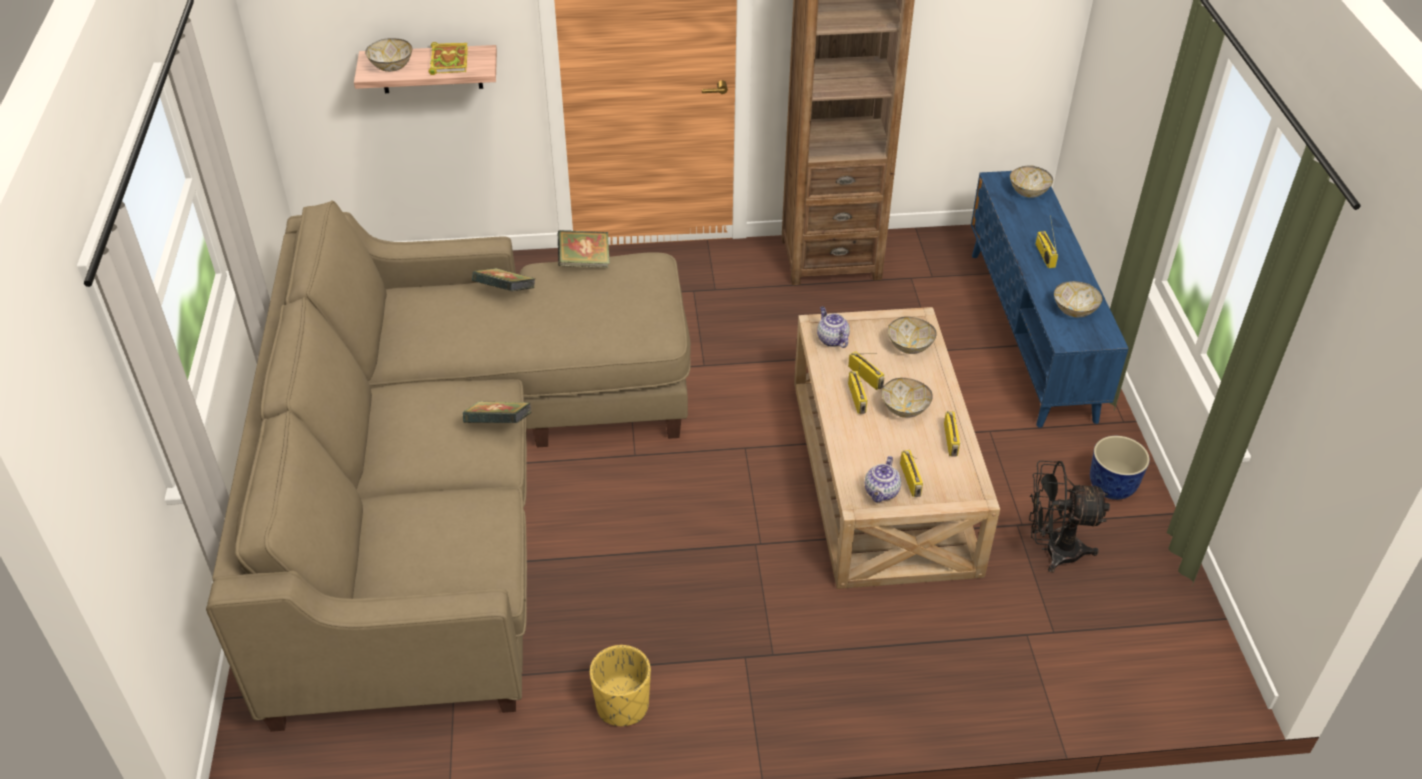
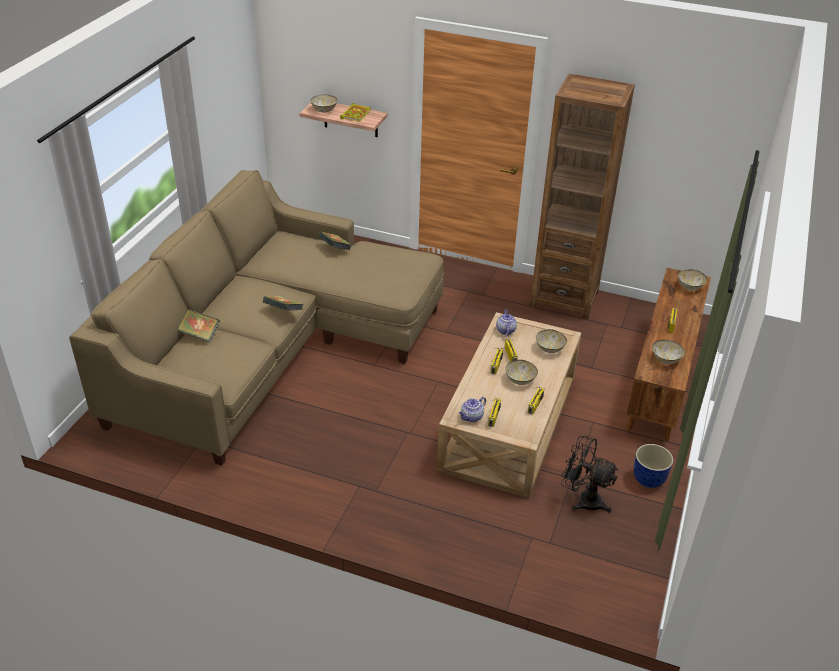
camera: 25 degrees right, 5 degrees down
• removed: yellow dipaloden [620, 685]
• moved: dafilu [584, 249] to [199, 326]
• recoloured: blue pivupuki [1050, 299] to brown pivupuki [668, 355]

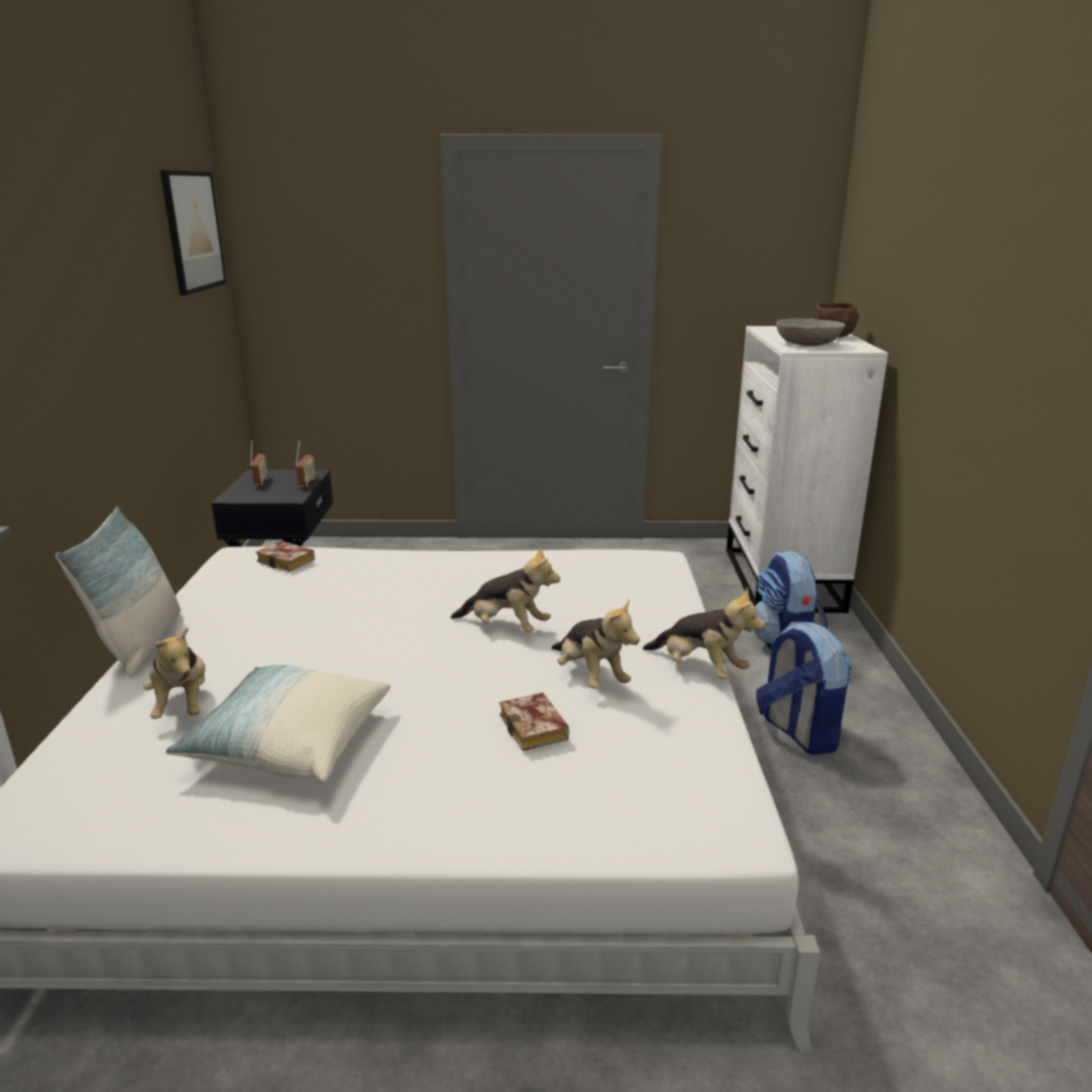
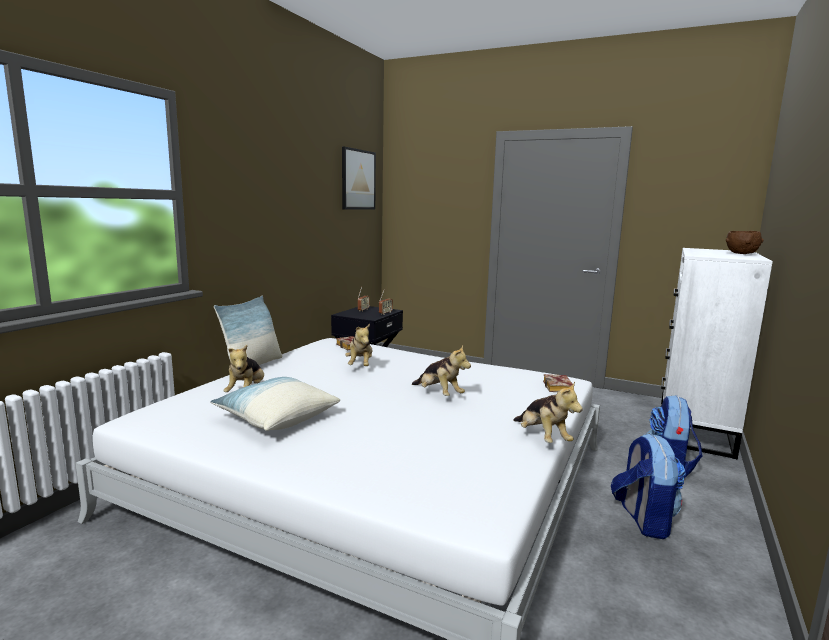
camera: 25 degrees right, 10 degrees down
• removed: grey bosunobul [810, 332]
• moved: dafilu [534, 722] to [558, 383]
• moved: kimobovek [596, 644] to [359, 345]

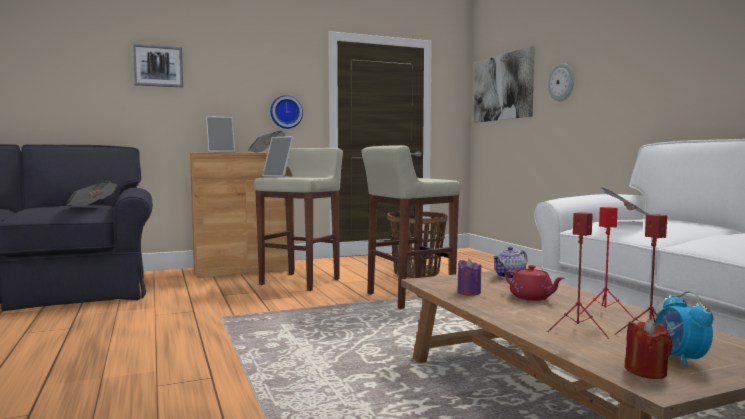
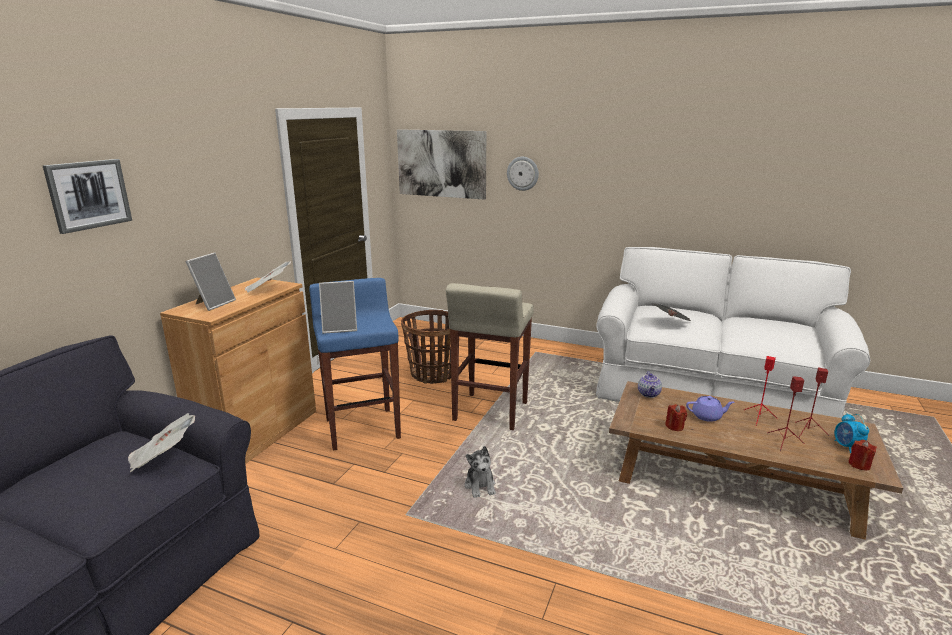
camera: 45 degrees left, 15 degrees up
• removed: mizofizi [286, 112]
• added: kimobovek [480, 472]
• recoloured: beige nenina [298, 219] to blue nenina [355, 364]
• recoloured: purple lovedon [469, 277] to red lovedon [676, 417]
• recoloured: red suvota [534, 283] to purple suvota [710, 409]
• turned: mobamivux [683, 329] = [852, 433] 45 degrees clockwise

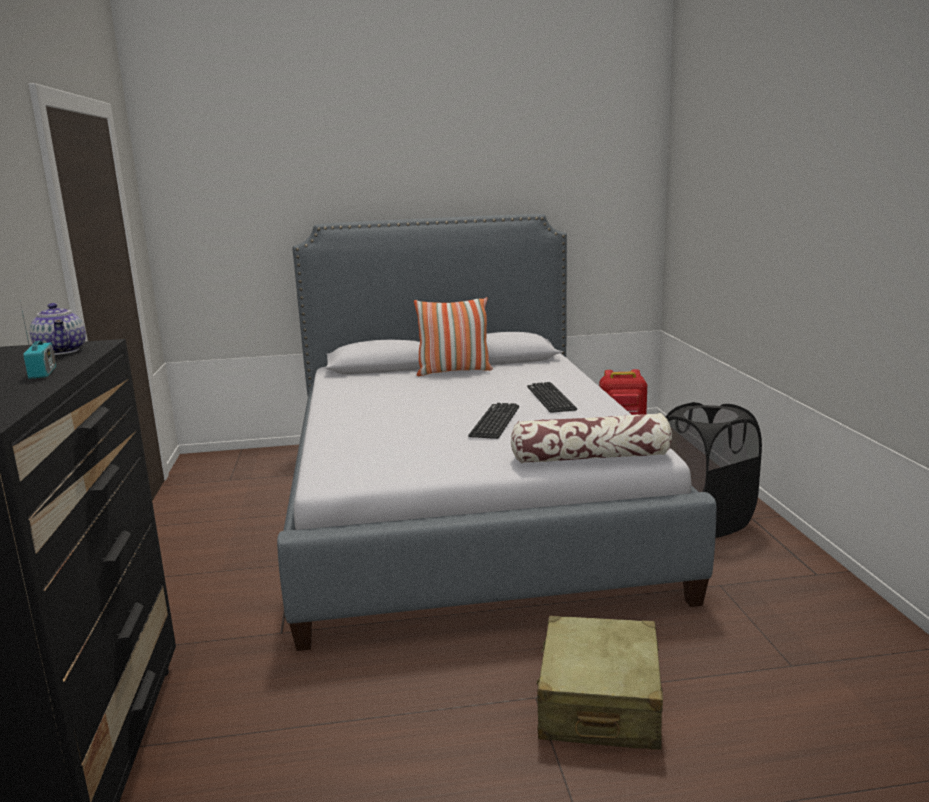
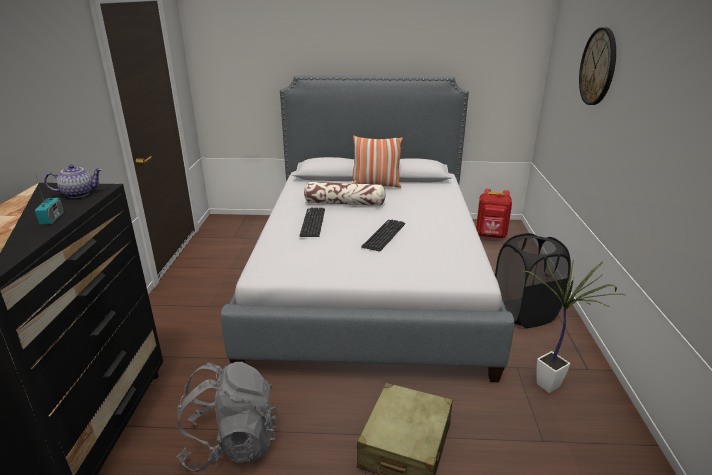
camera: 10 degrees right, 10 degrees up
• added: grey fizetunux [227, 417]
• added: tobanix [574, 326]
• added: mizofizi [597, 66]
• moved: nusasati [591, 438] to [345, 194]
• moved: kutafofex [552, 397] to [312, 222]
• turned: suvota [58, 329] = [73, 181] 90 degrees counterclockwise

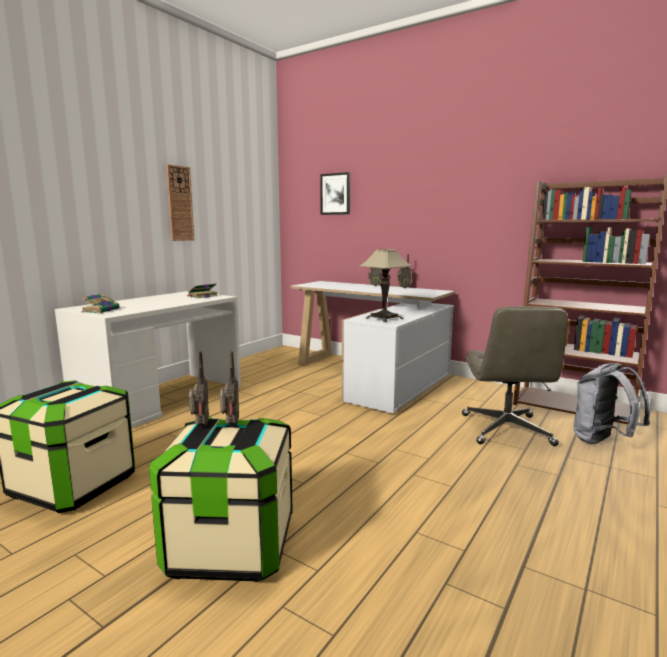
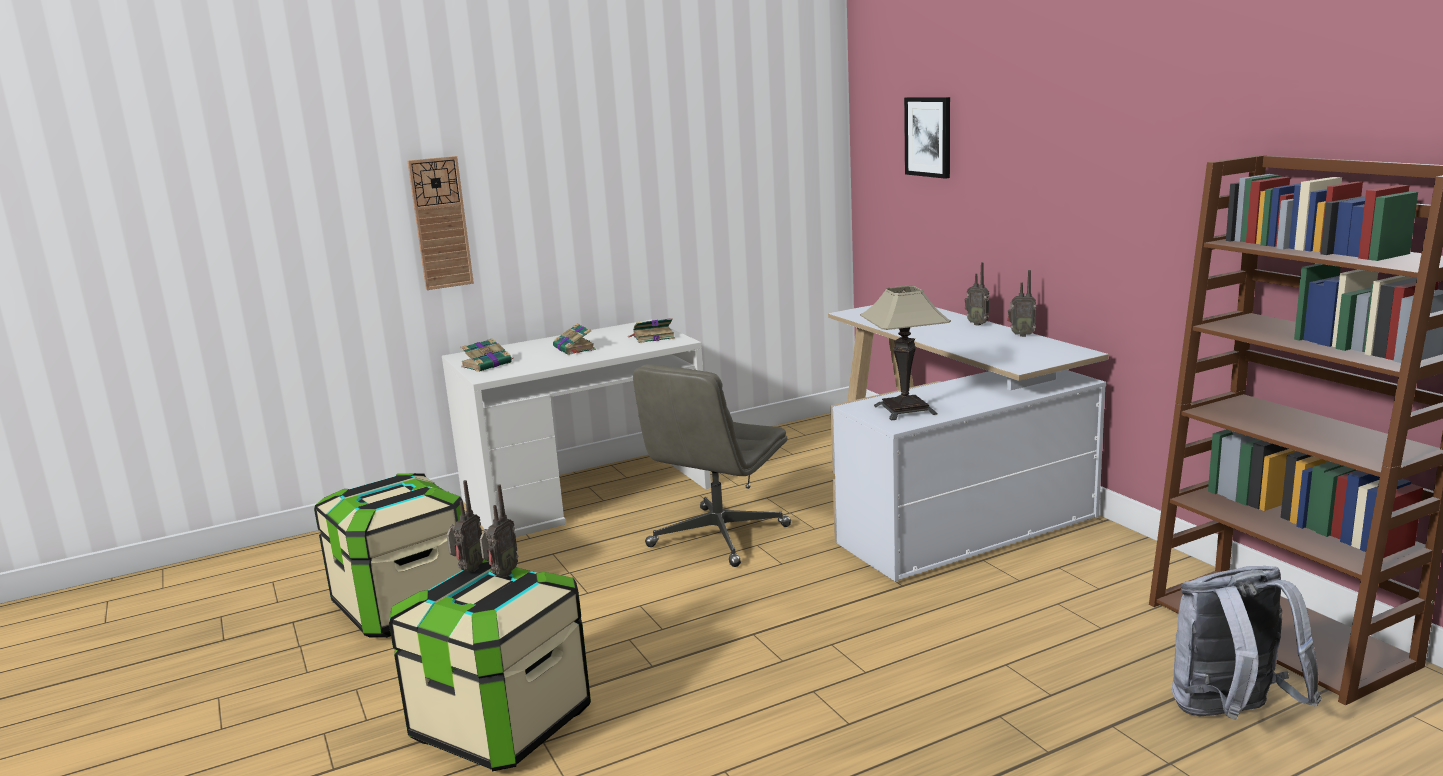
camera: 30 degrees right, 5 degrees up
• added: dafilu [574, 339]
• moved: mizofizi [180, 202] to [441, 223]
• moved: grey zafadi [515, 376] to [712, 465]

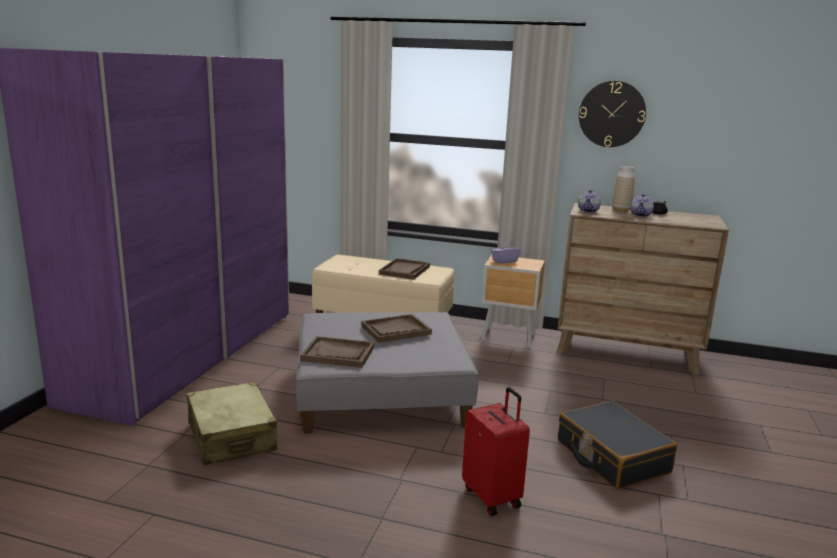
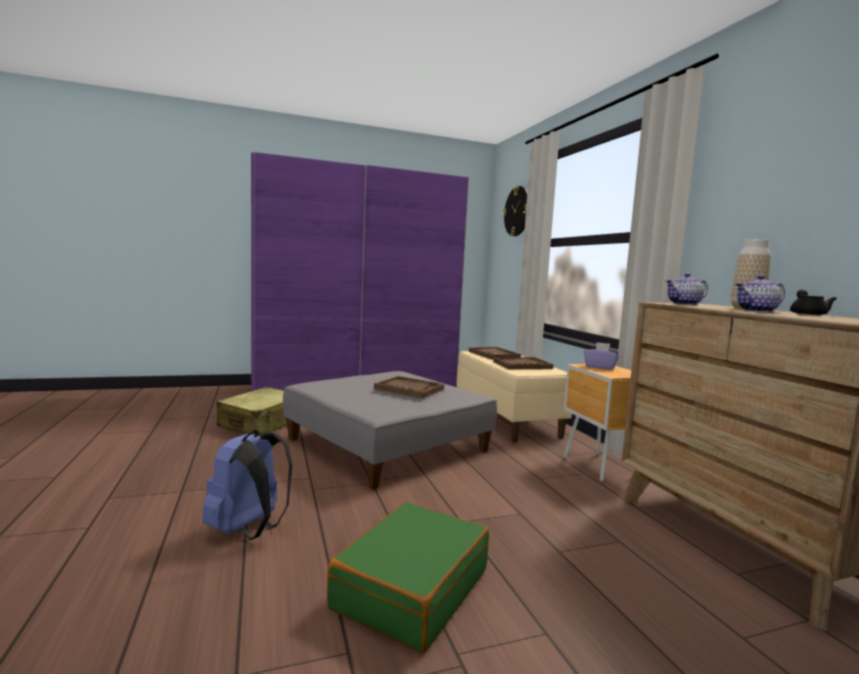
camera: 55 degrees right, 10 degrees down
• moved: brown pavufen [337, 352] to [495, 353]
• moved: mizofizi [612, 114] to [515, 211]
• replaced: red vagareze [496, 451] to blue fizetunux [247, 485]
• recoloured: black vagareze [617, 445] to green vagareze [408, 577]

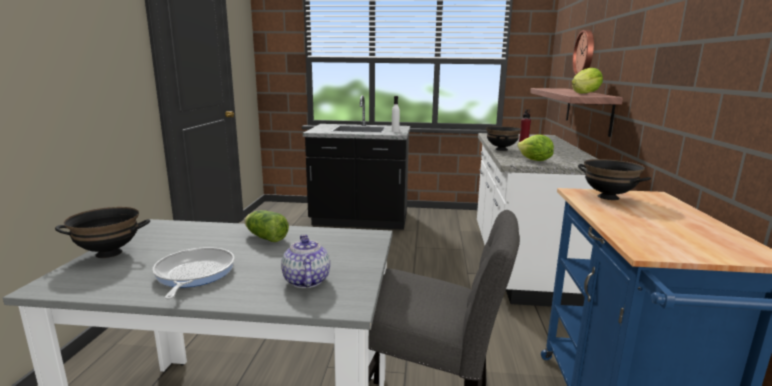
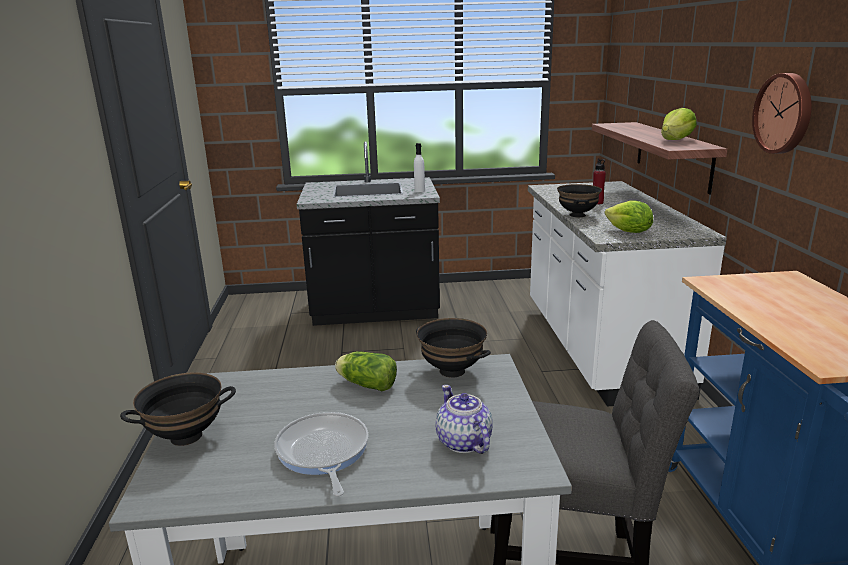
camera: 10 degrees left, 5 degrees up
• moved: mizofizi [583, 52] to [782, 113]
• moved: black bosunobul [614, 179] to [453, 348]

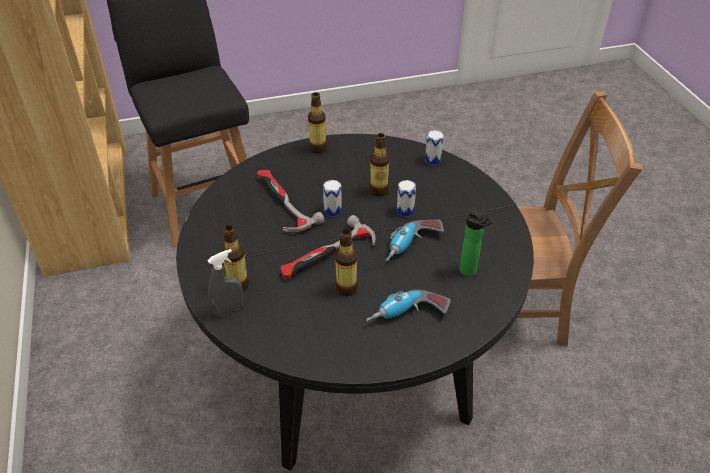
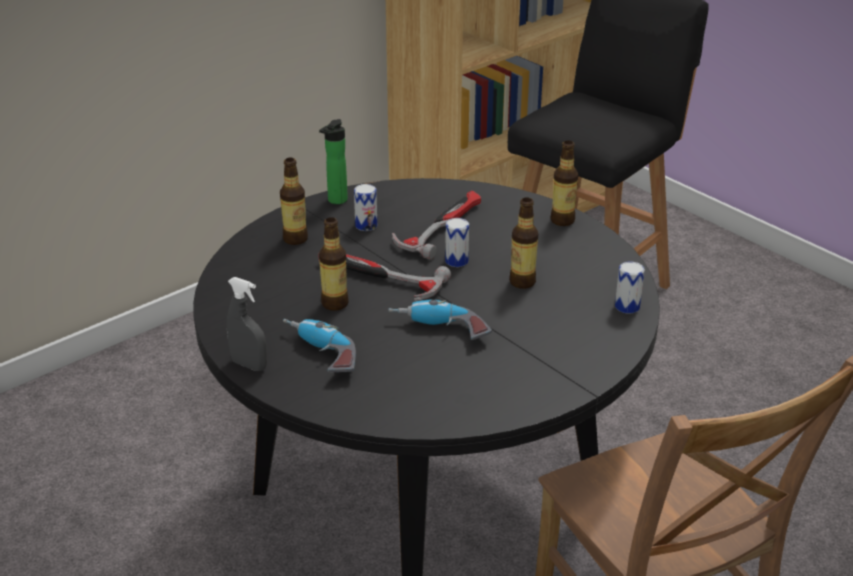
camera: 65 degrees right, 10 degrees down
• moved: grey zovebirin [225, 283] to [247, 324]
• moved: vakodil [406, 198] to [365, 207]
• moved: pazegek [476, 242] to [333, 161]

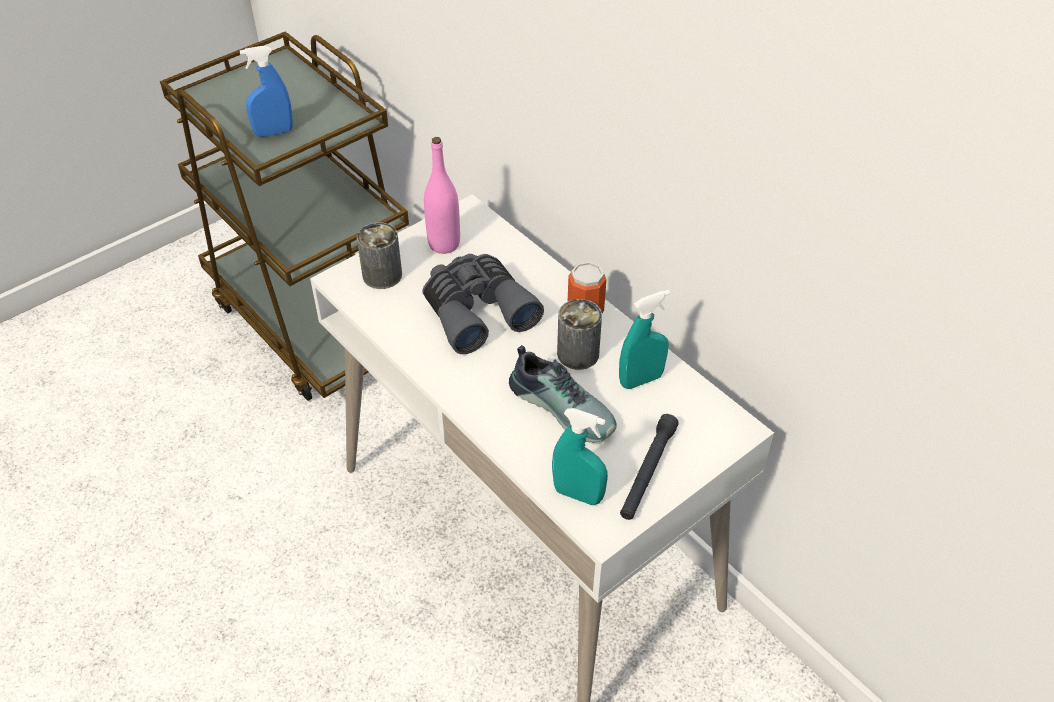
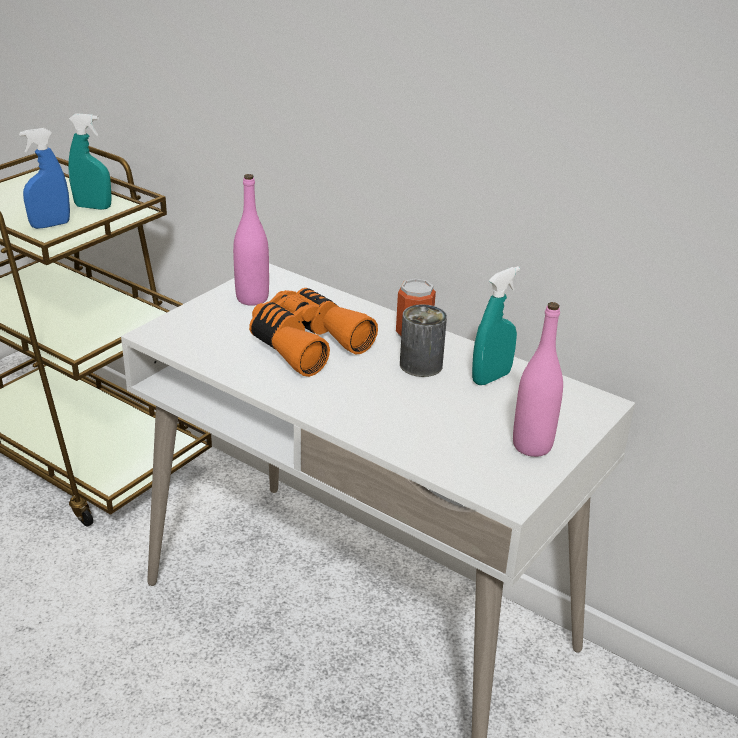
camera: 15 degrees left, 15 degrees down
• removed: vakodil [379, 255]
• removed: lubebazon [563, 394]
• moved: turquoise zovebirin [580, 456] to [89, 161]
• replaced: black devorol [649, 467] to pink pazegek [538, 379]
• recoloured: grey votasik [483, 304] to orange votasik [313, 332]

